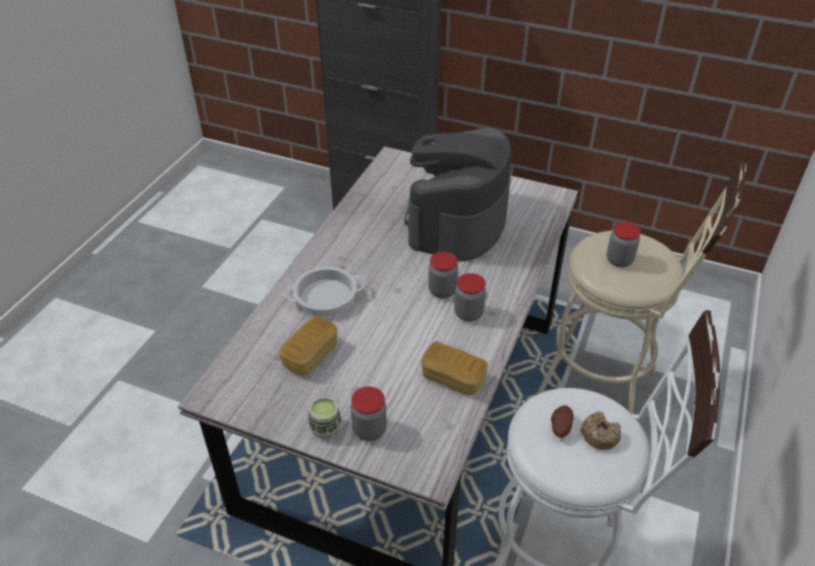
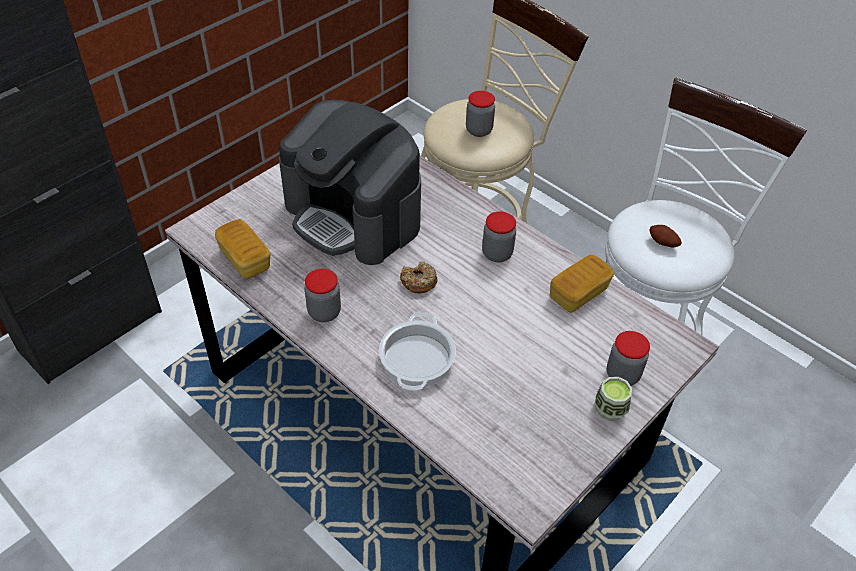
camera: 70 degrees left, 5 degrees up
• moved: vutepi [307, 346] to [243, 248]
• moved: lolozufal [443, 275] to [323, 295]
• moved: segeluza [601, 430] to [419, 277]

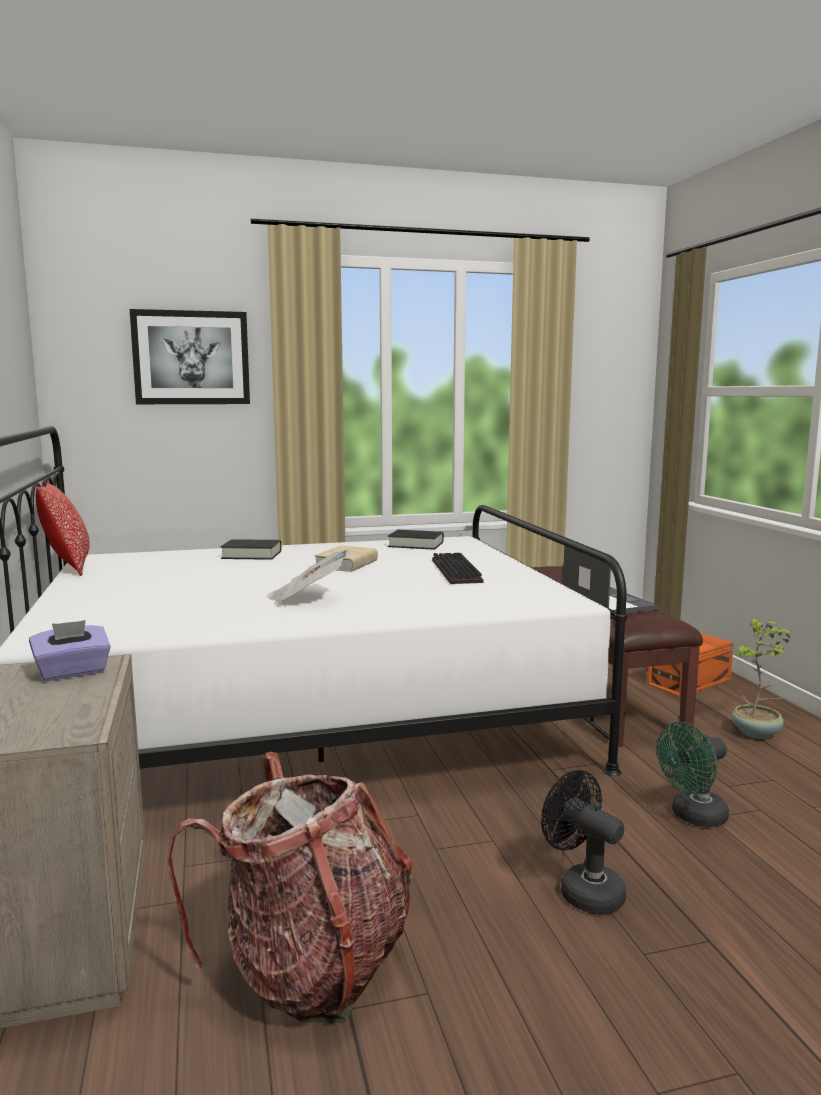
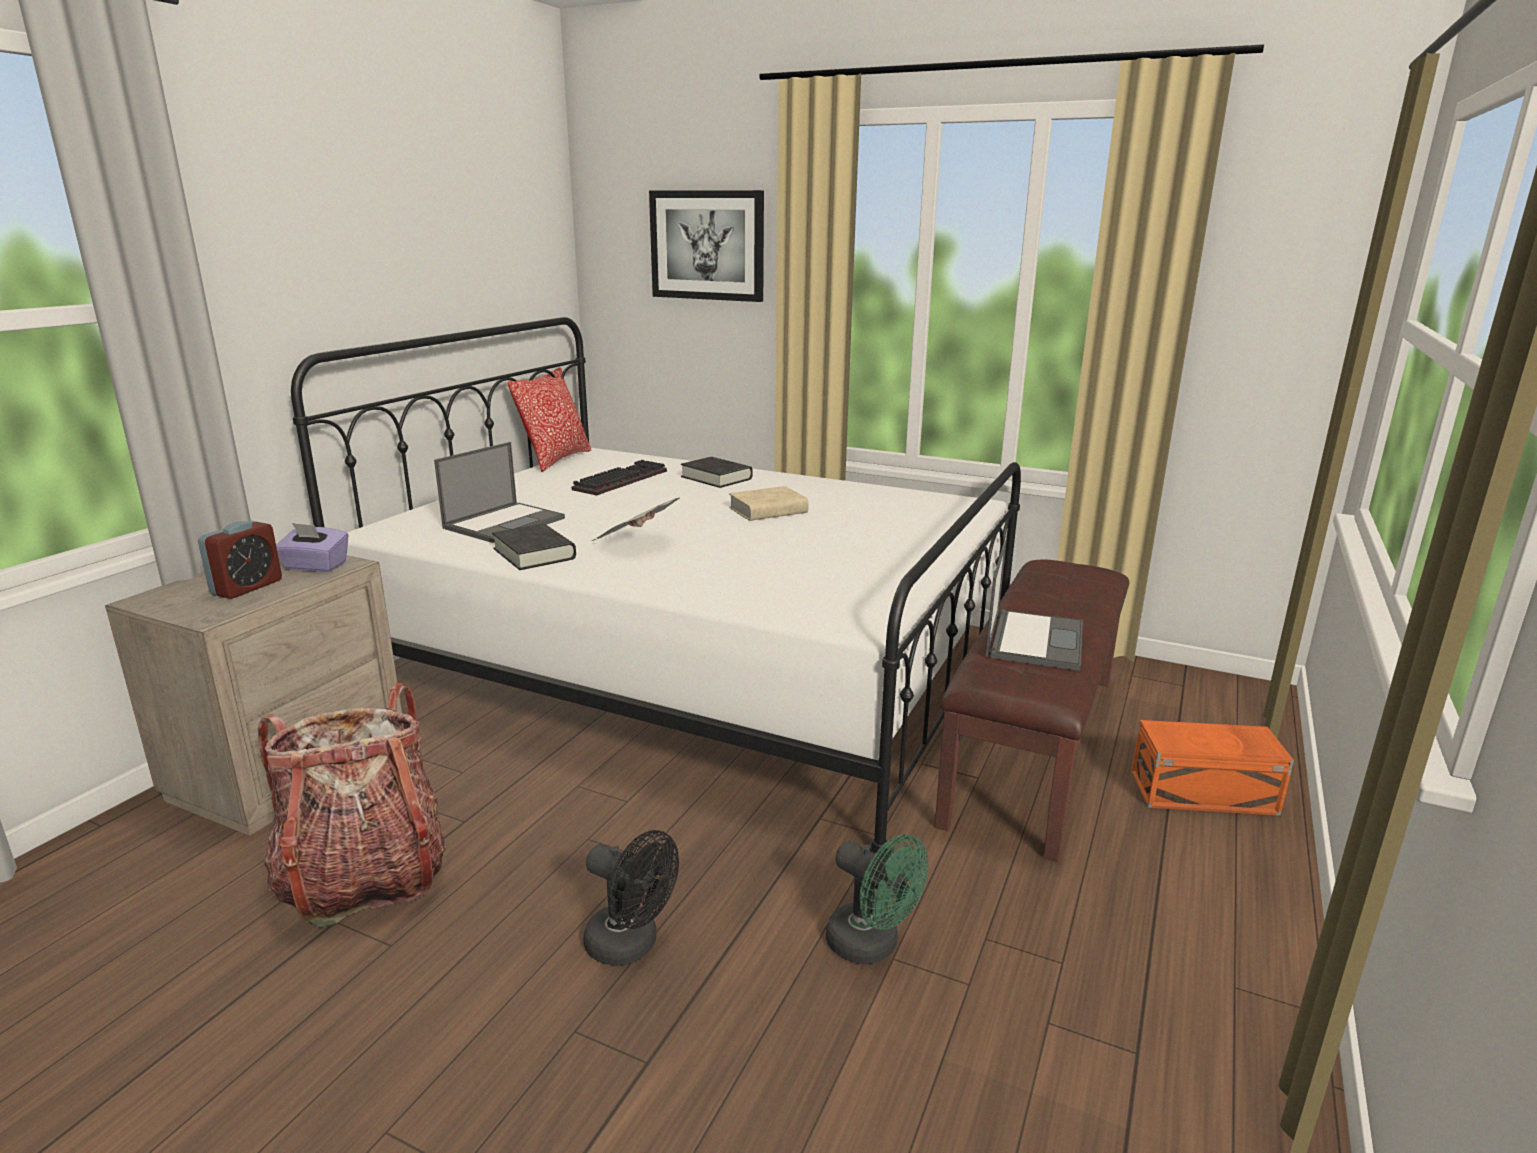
camera: 40 degrees right, 10 degrees up
• removed: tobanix [762, 678]
• added: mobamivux [240, 560]
• added: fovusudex [499, 492]
• moved: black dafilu [416, 540] to [534, 546]
• moved: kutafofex [458, 568] to [619, 477]
• turned: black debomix [583, 842] = [631, 898] 120 degrees clockwise
• turned: green debomix [693, 774] = [877, 899] 150 degrees counterclockwise

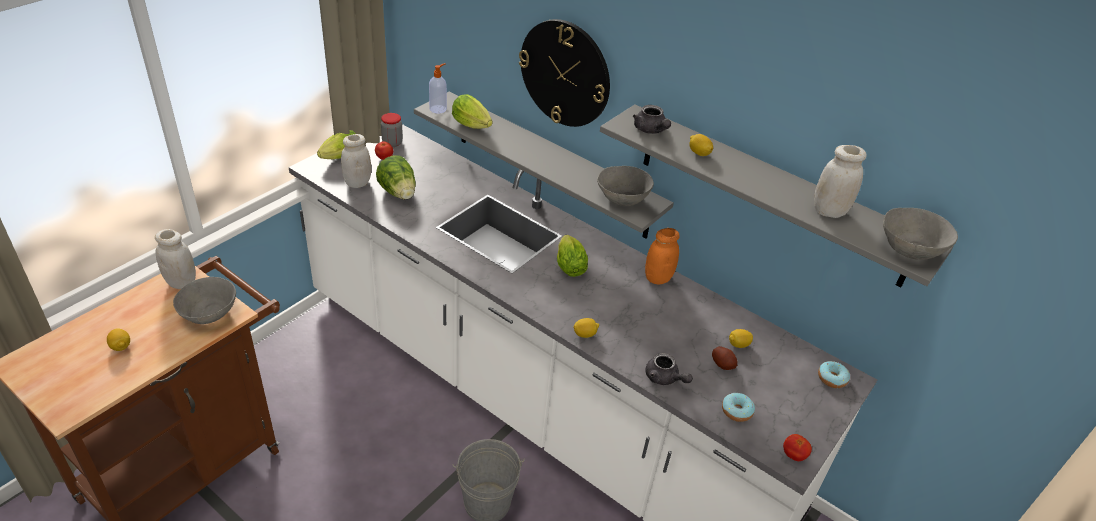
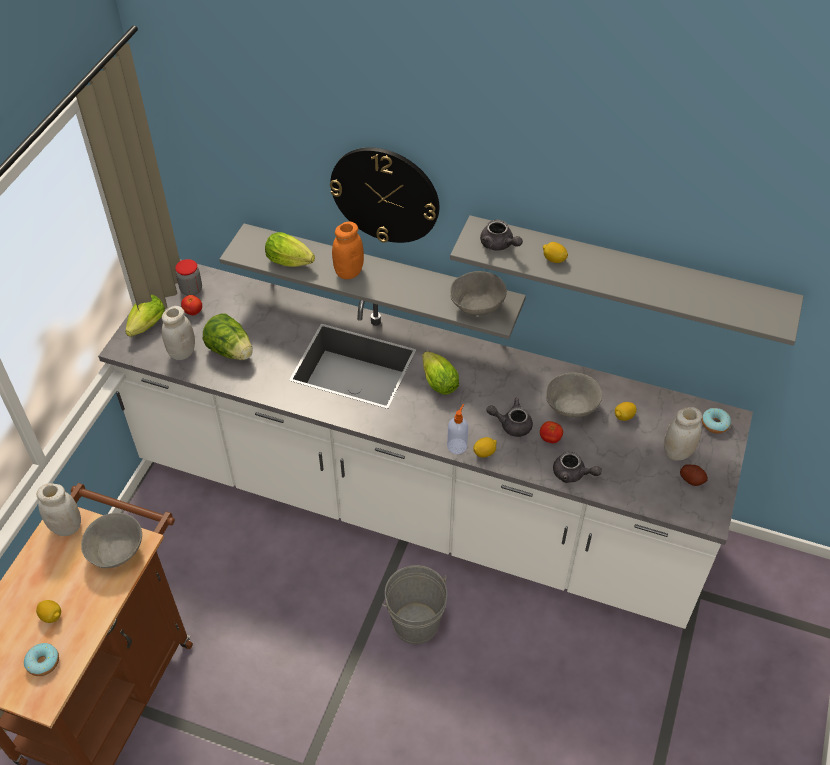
camera: 15 degrees left, 10 degrees up
• added: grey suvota [509, 417]
• moved: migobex [438, 88] to [457, 429]
• moved: orange lolozufal [662, 256] to [348, 250]
• moved: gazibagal [724, 358] to [694, 475]
• moved: segeluza [738, 407] to [41, 659]
• moved: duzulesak [797, 447] to [551, 432]
• moved: white lolozufal [840, 181] to [683, 433]
• moved: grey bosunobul [920, 234] to [574, 395]

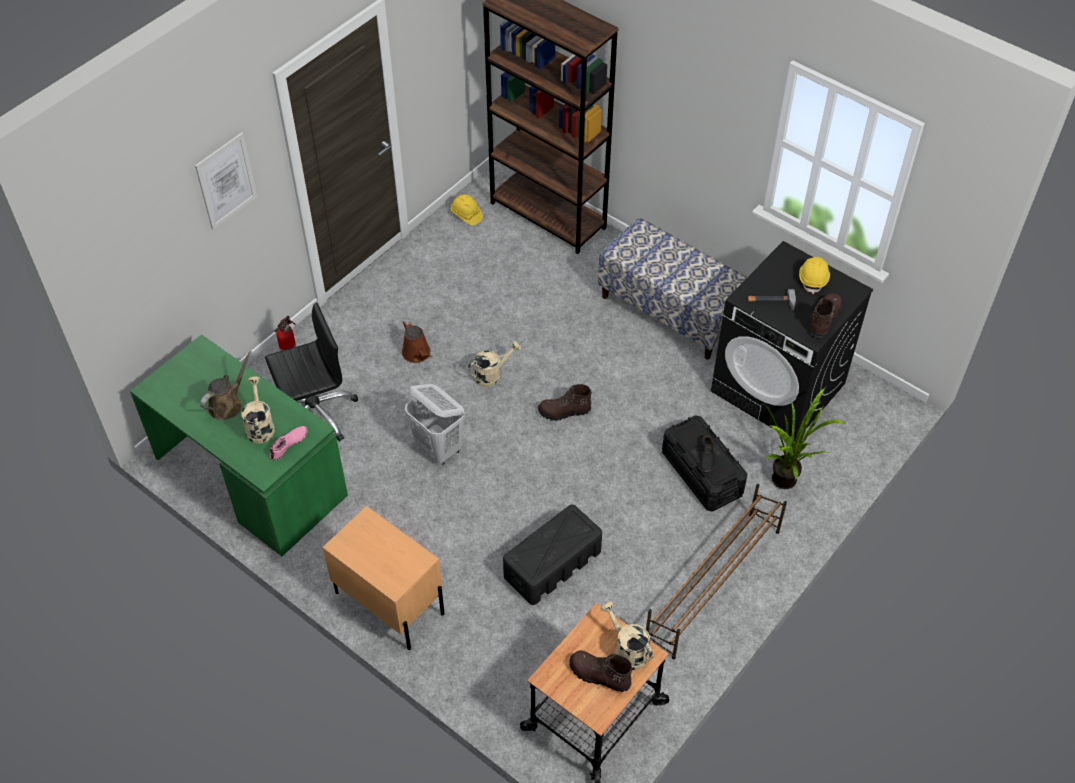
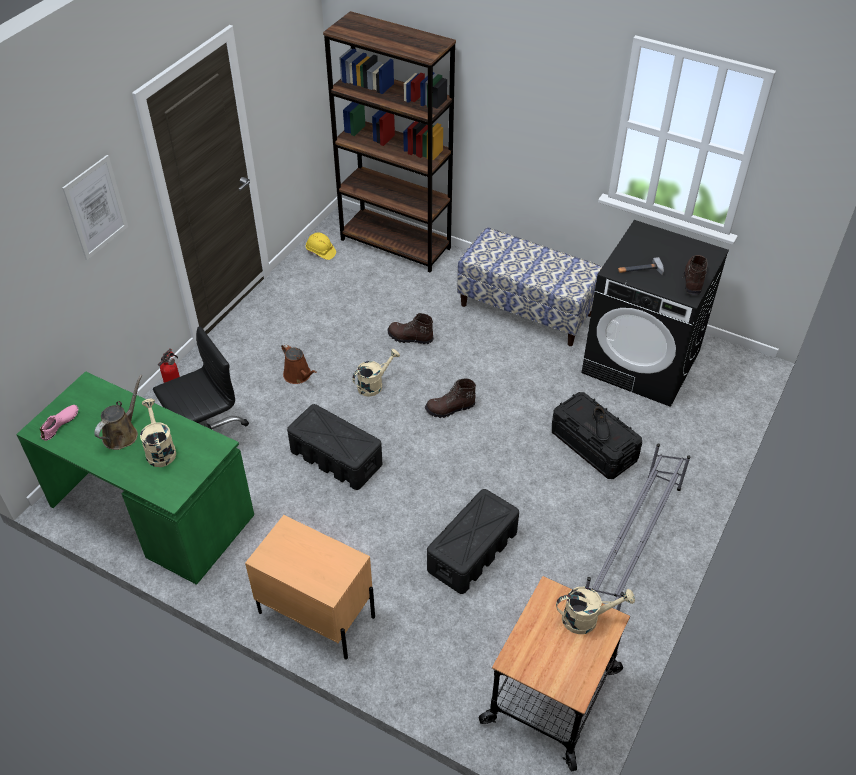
camera: 10 degrees left, 5 degrees down
• removed: tobanix [804, 438]
• removed: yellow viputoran [814, 275]
• moved: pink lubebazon [289, 443] to [59, 423]
• moved: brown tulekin [600, 671] to [411, 328]
• replaced: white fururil [435, 424] to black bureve [334, 447]
• recoloured: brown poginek [716, 571] to grey poginek [638, 527]
• turned: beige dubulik [627, 635] = [595, 610] 135 degrees clockwise

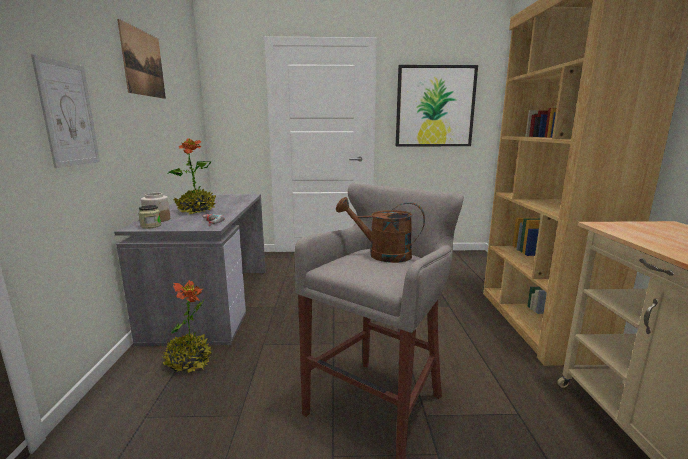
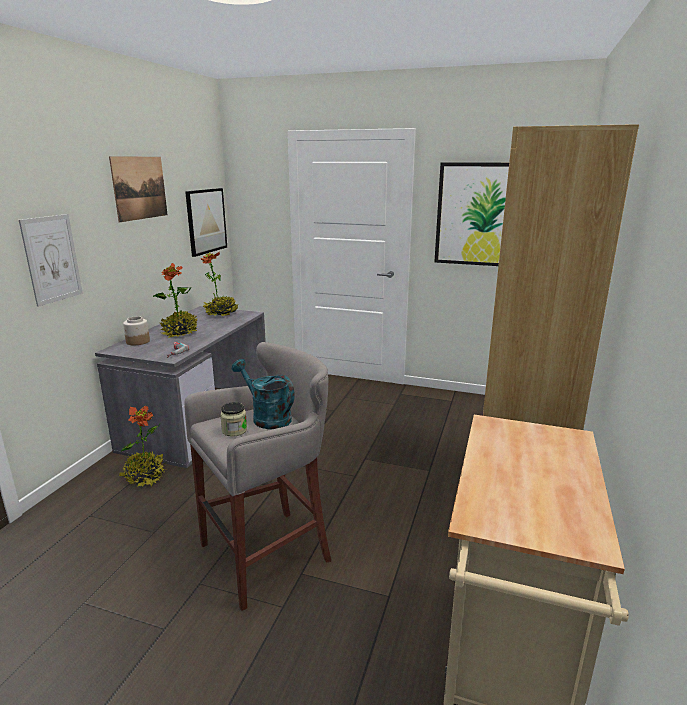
camera: 20 degrees right, 5 degrees up
• added: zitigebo [206, 222]
• added: tobanix [219, 284]
• moved: lolozufal [149, 217] to [233, 419]
• recoloured: brown dubulik [380, 230] to turquoise dubulik [263, 394]

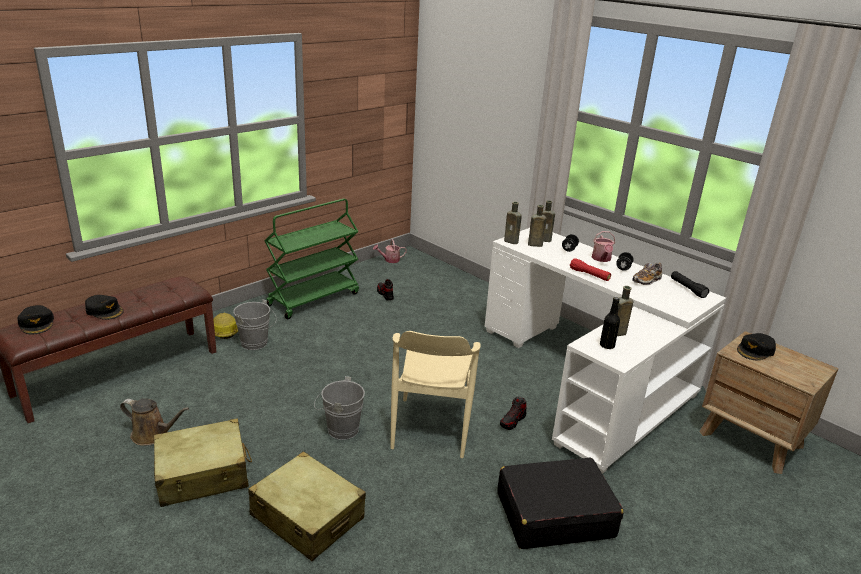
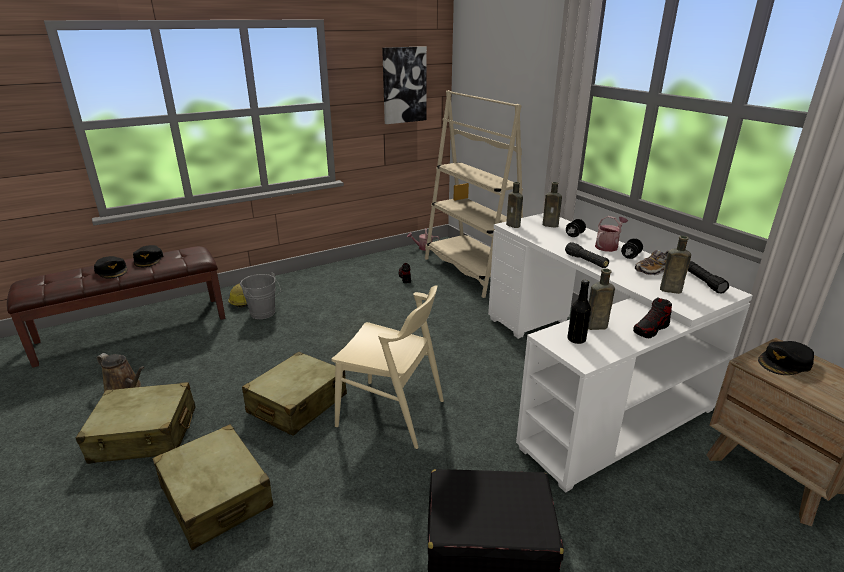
camera: 15 degrees right, 0 degrees up
• removed: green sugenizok [311, 258]
• added: zitigebo [404, 85]
• added: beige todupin [474, 194]
• moved: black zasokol [35, 319] to [148, 256]
• moved: lubebazon [513, 413] to [652, 317]
• moved: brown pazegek [537, 226] to [675, 265]
• replaced: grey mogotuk [339, 408] to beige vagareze [294, 394]
• recoloured: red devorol [590, 269] to black devorol [587, 255]
• turned: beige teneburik [435, 394] = [388, 367] 90 degrees counterclockwise
• turned: dubulik [603, 246] = [611, 234] 150 degrees counterclockwise

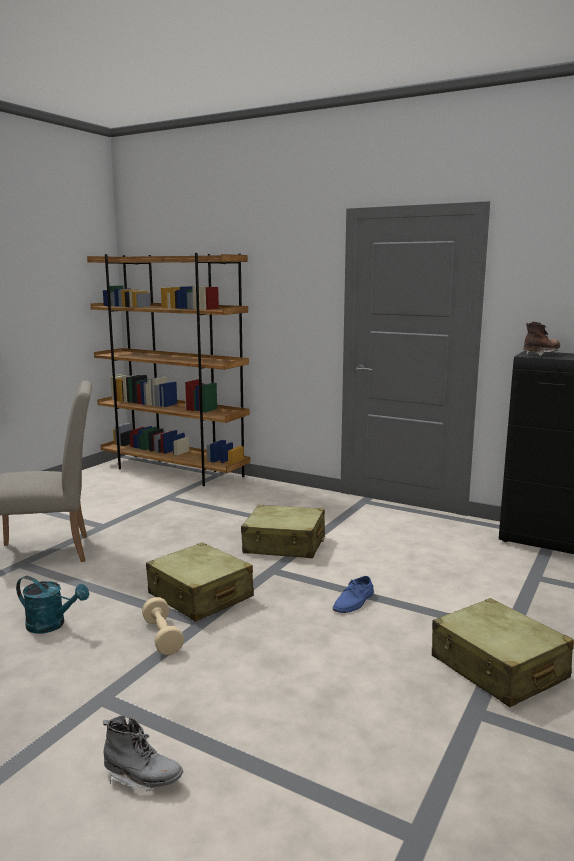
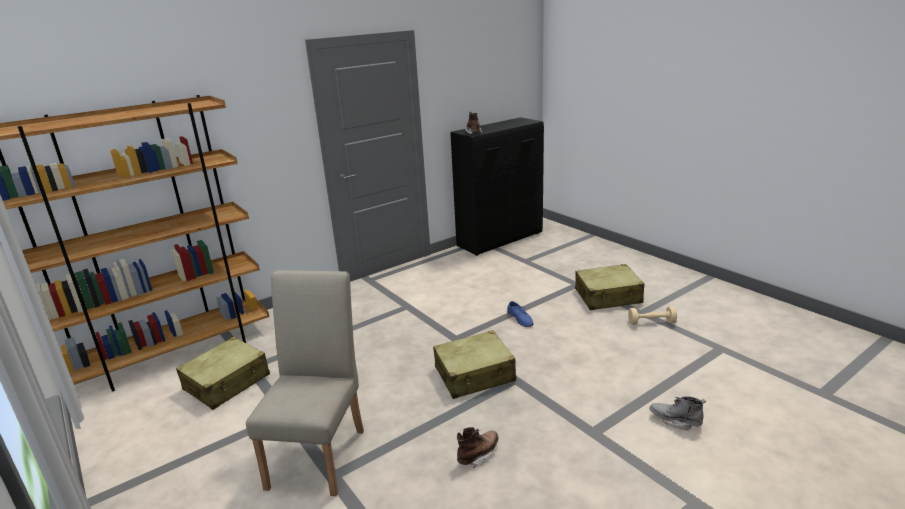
camera: 65 degrees left, 10 degrees up
• moved: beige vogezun [163, 626] to [652, 315]
• moved: beige vagareze [283, 531] to [223, 373]
• replaced: turquoise dubulik [52, 605] to brown tulekin [477, 448]
• turned: grey tulekin [143, 753] = [678, 413] 105 degrees counterclockwise

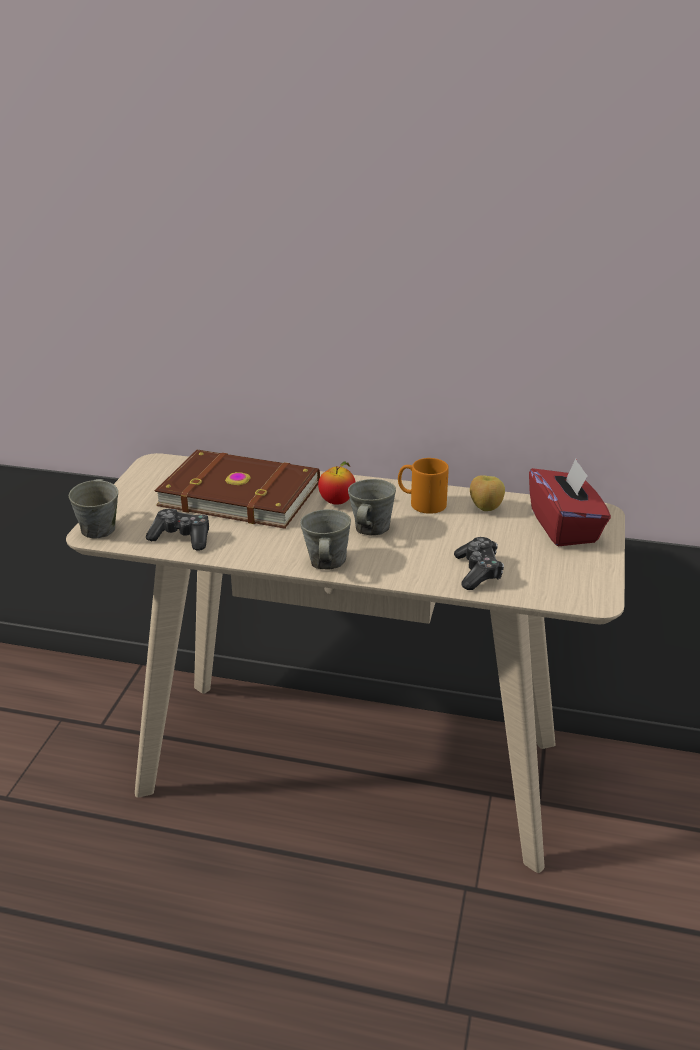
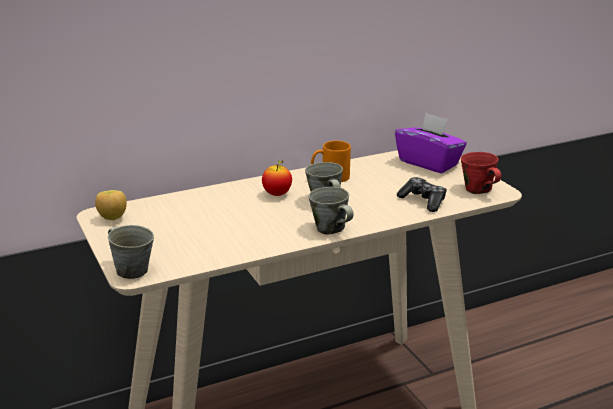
camera: 40 degrees left, 5 degrees down
• removed: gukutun [177, 530]
• removed: brown dafilu [237, 489]
• added: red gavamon [481, 173]
• moved: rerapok [487, 493] to [111, 205]
• recoloured: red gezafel [570, 502] to purple gezafel [431, 143]

